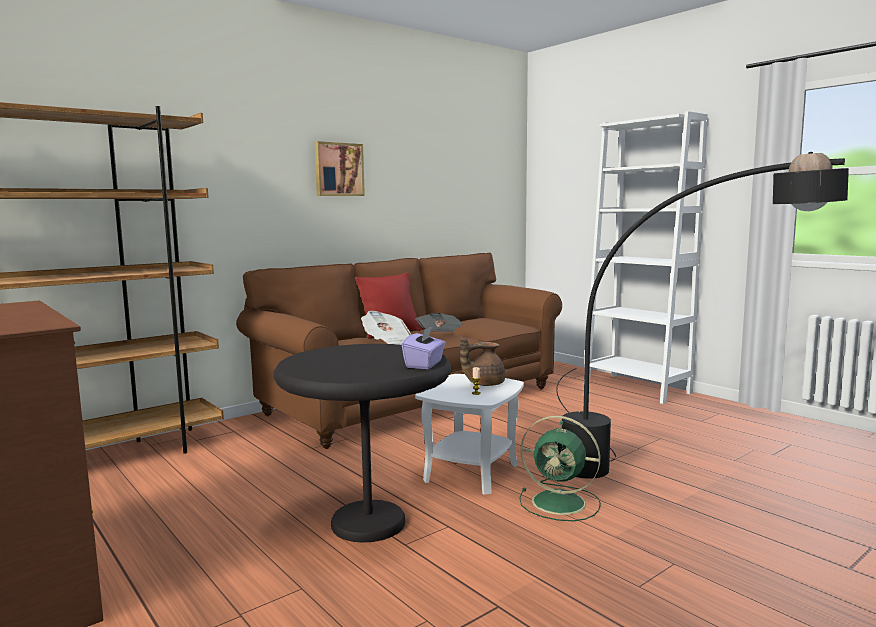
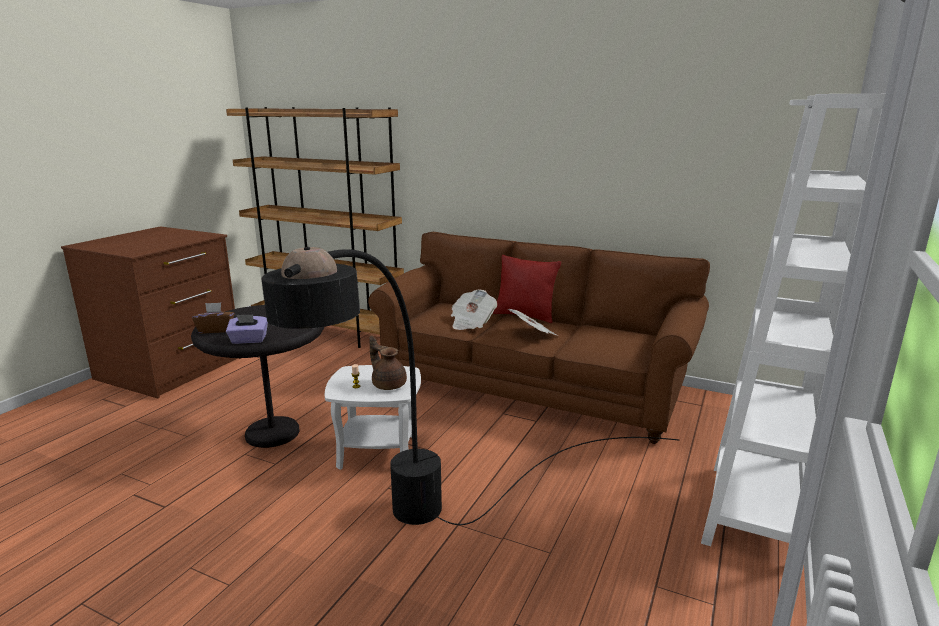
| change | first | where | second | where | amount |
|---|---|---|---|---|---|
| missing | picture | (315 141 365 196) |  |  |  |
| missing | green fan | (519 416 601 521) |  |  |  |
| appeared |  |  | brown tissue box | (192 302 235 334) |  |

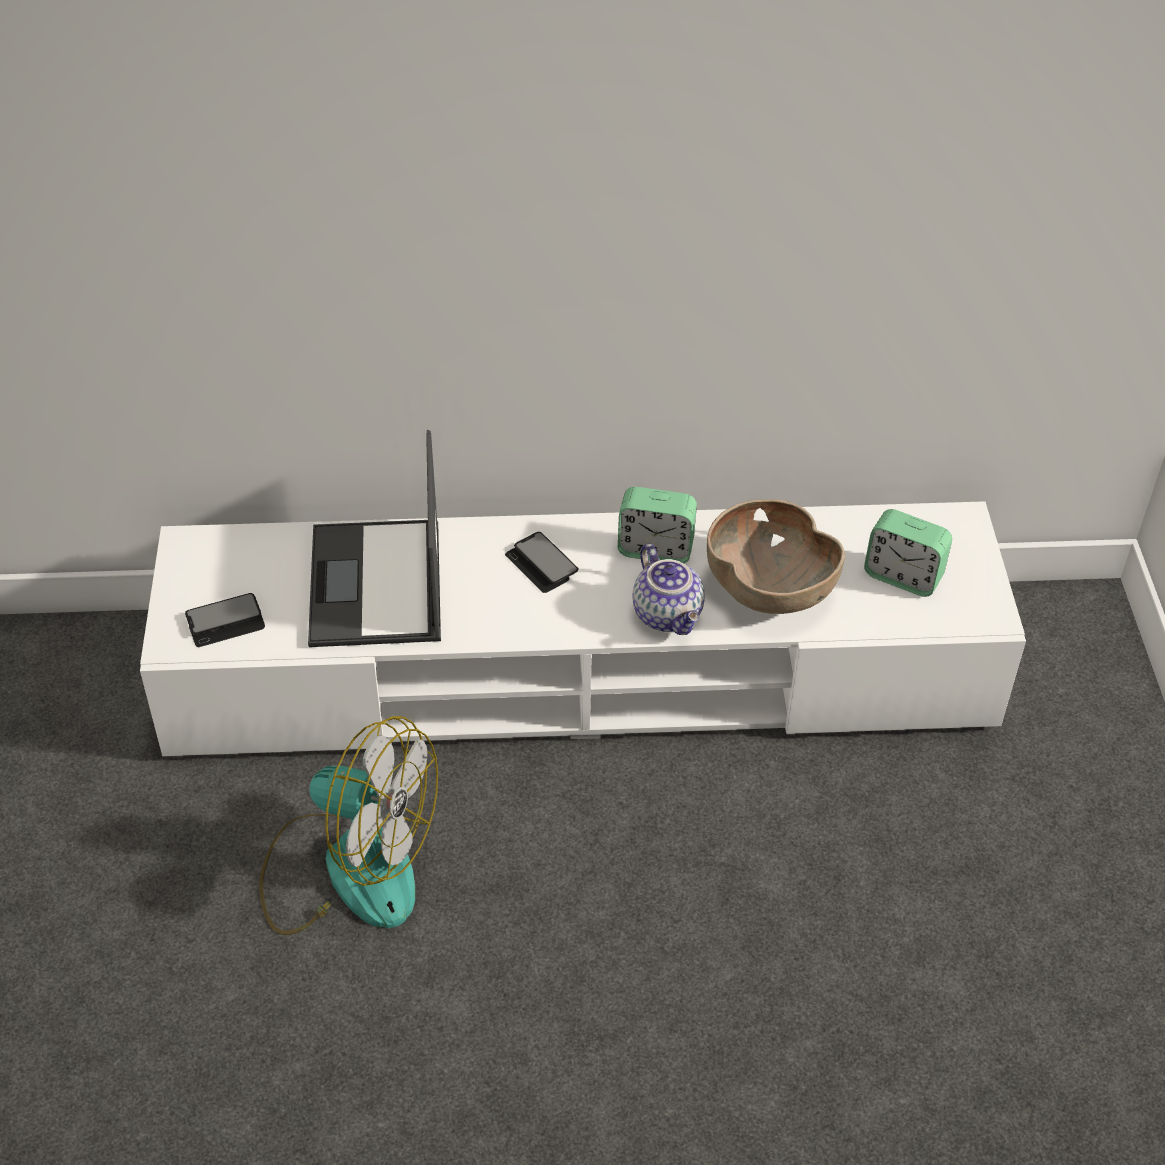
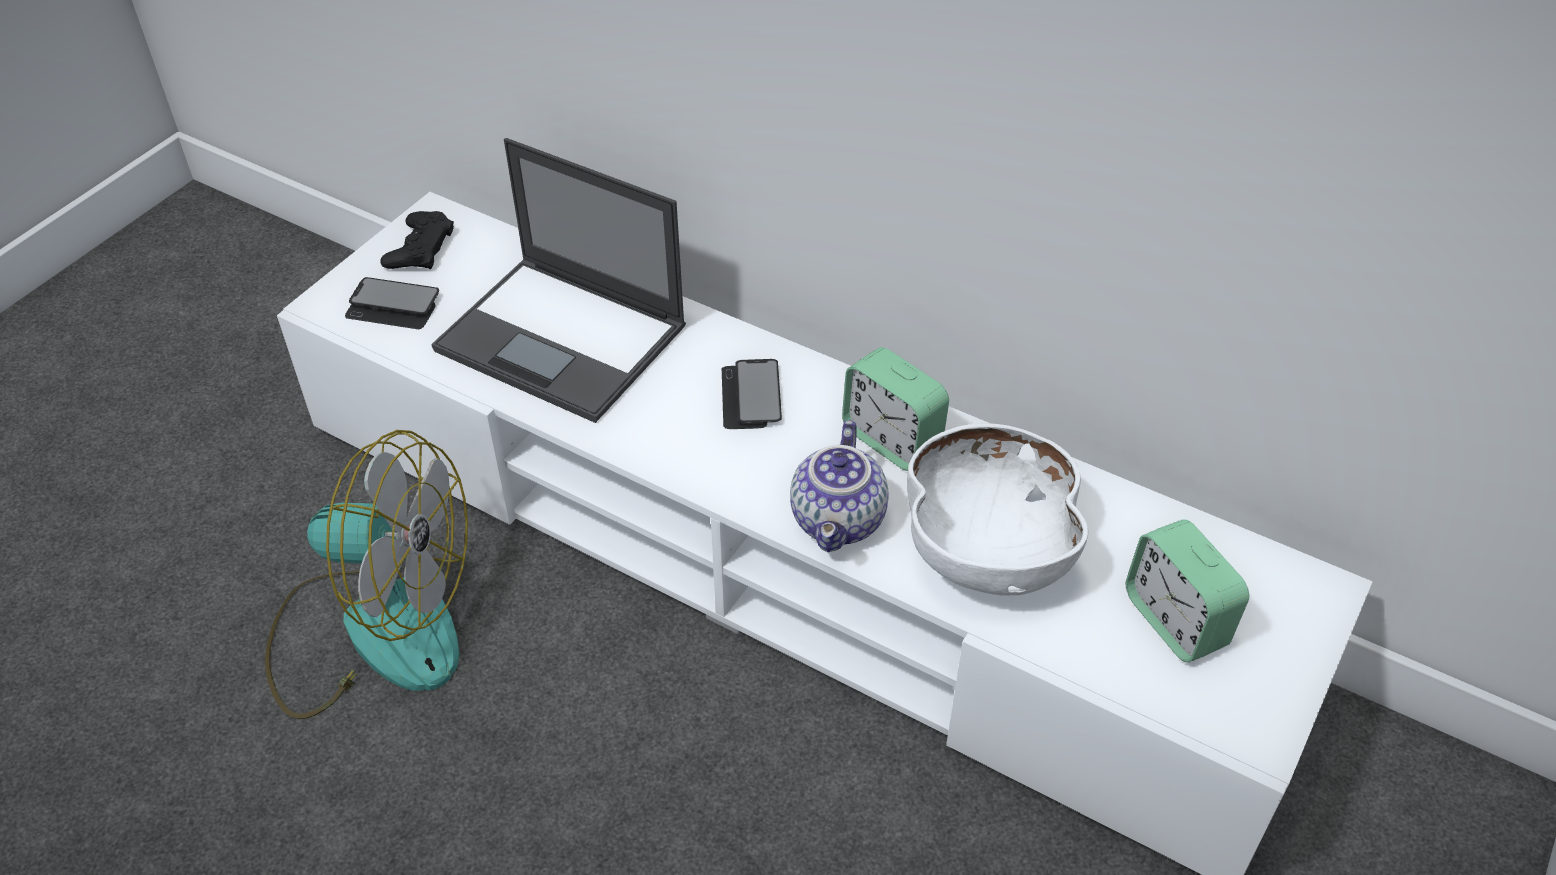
| change | first | where | second | where | amount |
|---|---|---|---|---|---|
| spun | laptop | (308 430 441 647) |  | (431 138 686 423) | 90 degrees counterclockwise |
| colour | brown bowl | (707 499 845 614) | white bowl | (907 423 1088 596) |  |
| spun | fan | (259 716 438 935) |  | (265 430 468 719) | 45 degrees counterclockwise |
| appeared |  |  | black game controller | (380 211 454 269) |  |

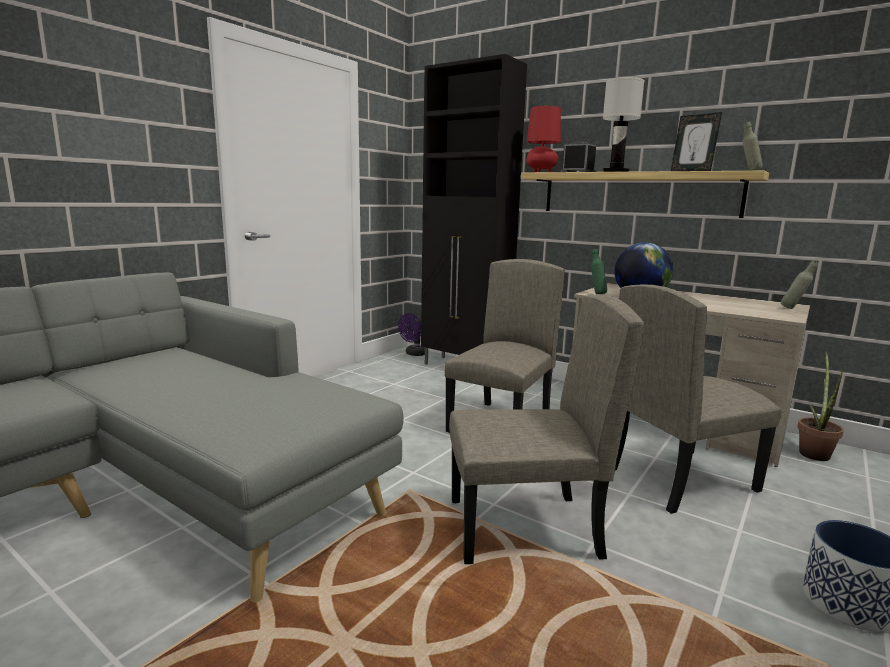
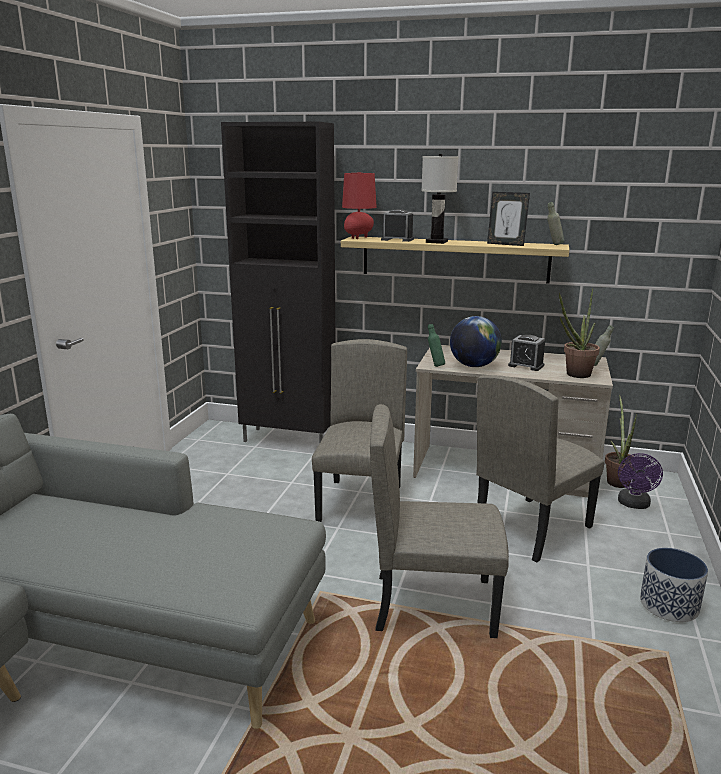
| change | first | where | second | where | amount |
|---|---|---|---|---|---|
| spun | beige chair | (449 294 644 564) |  | (370 404 509 638) | 150 degrees counterclockwise |
| relocated | purple fan | (398 313 425 356) |  | (618 453 663 509) |  |
| appeared |  |  | potted plant | (559 288 600 378) |  |
| appeared |  |  | alarm clock | (508 335 545 371) |  |

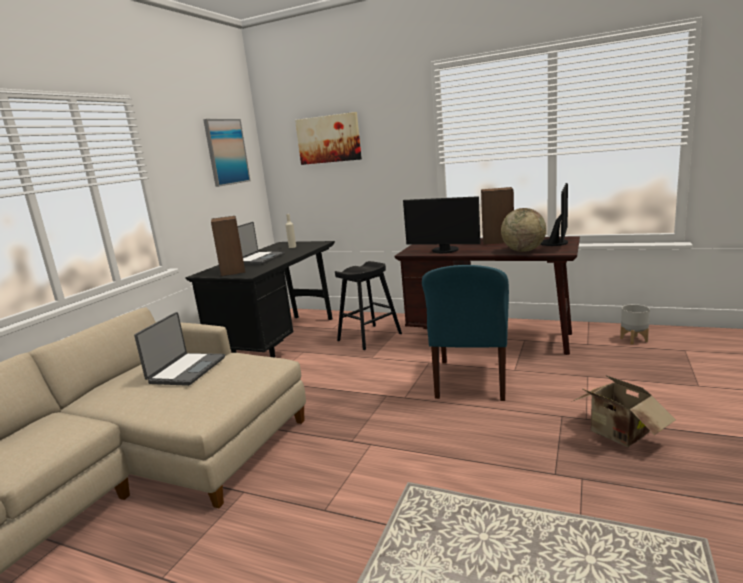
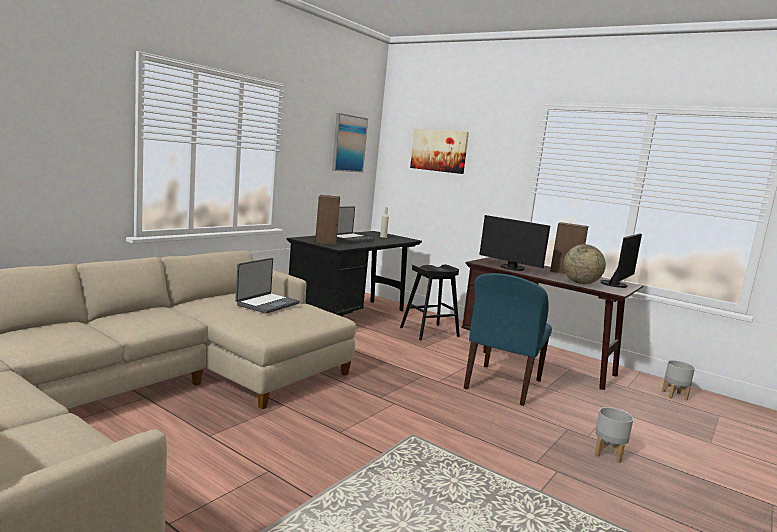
| change | first | where | second | where | amount |
|---|---|---|---|---|---|
| exchanged | cardboard box | (573 375 676 447) | grey planter | (595 407 633 463) |  |

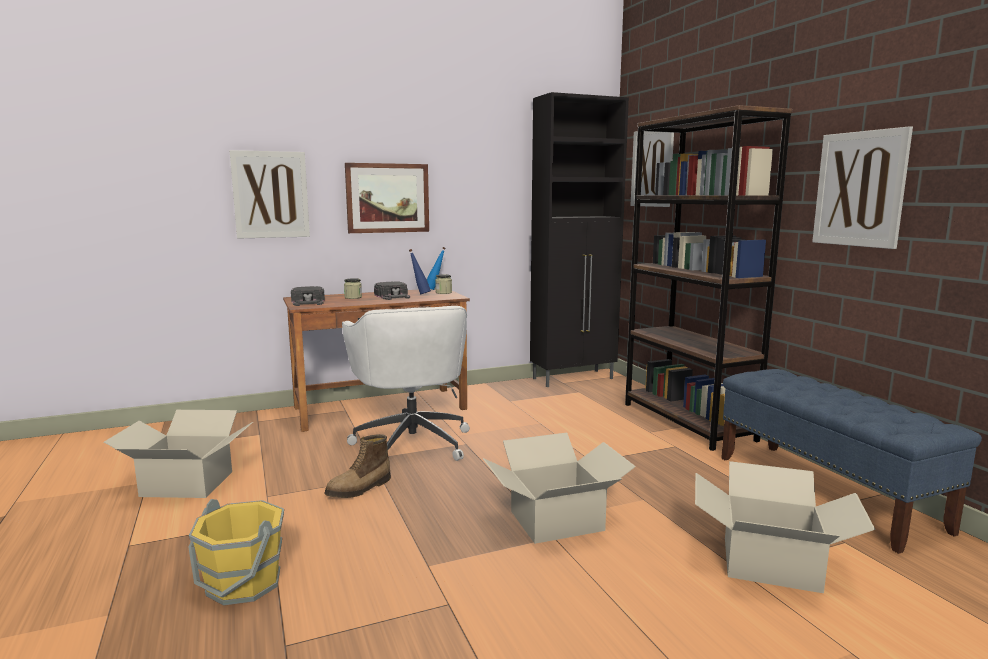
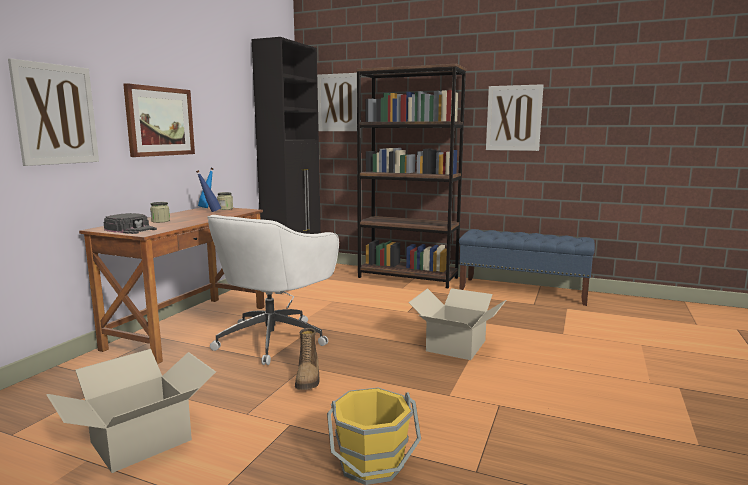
| change | first | where | second | where | amount |
|---|---|---|---|---|---|
| missing | black cap | (374 281 410 300) |  |  |  |
| spun | white office chair | (342 306 470 461) |  | (207 215 339 365) | 90 degrees clockwise |
| missing | cardboard box | (695 461 876 593) |  |  |  |

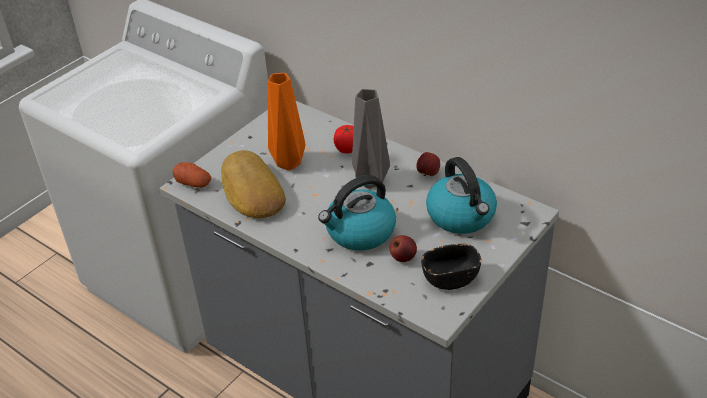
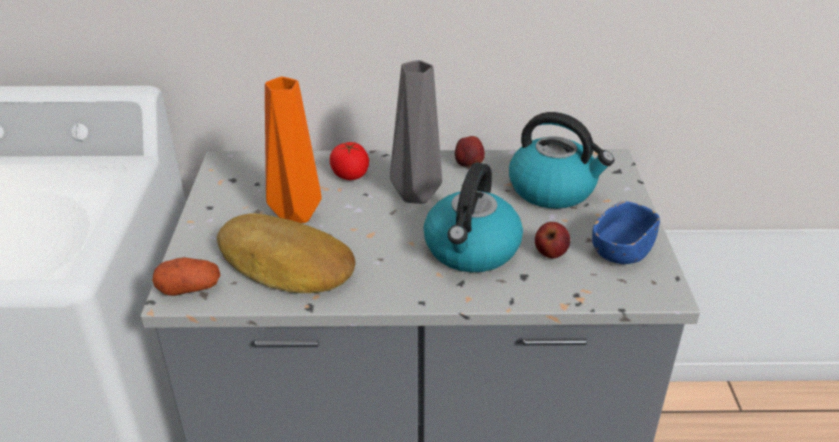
| change | first | where | second | where | amount |
|---|---|---|---|---|---|
| colour | black bowl | (421 244 481 290) | blue bowl | (592 201 660 264) |  |

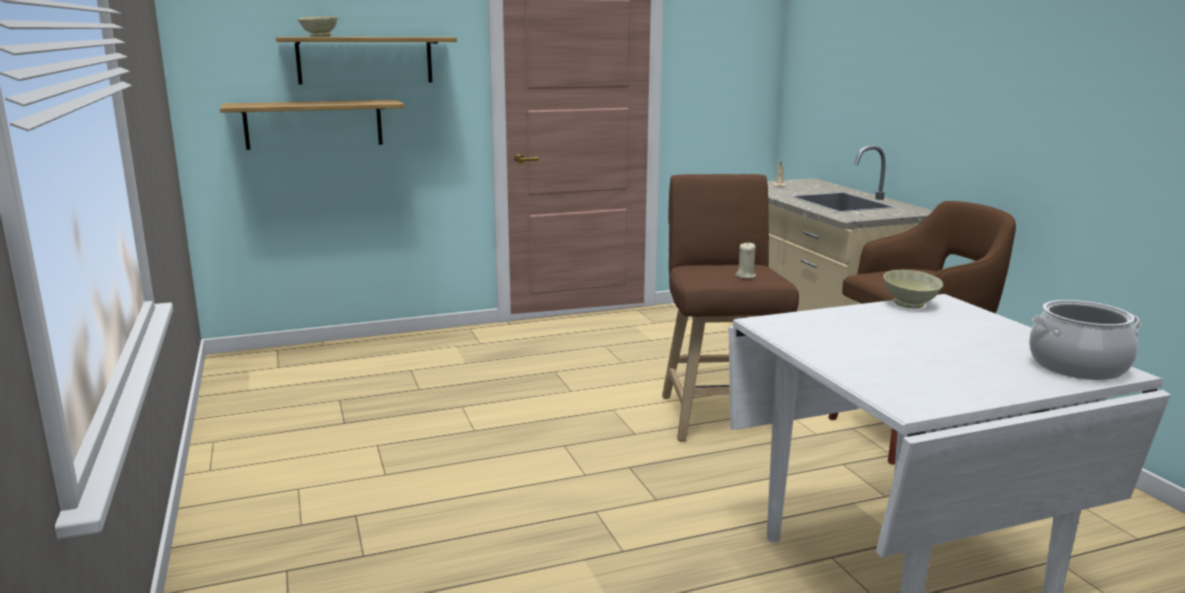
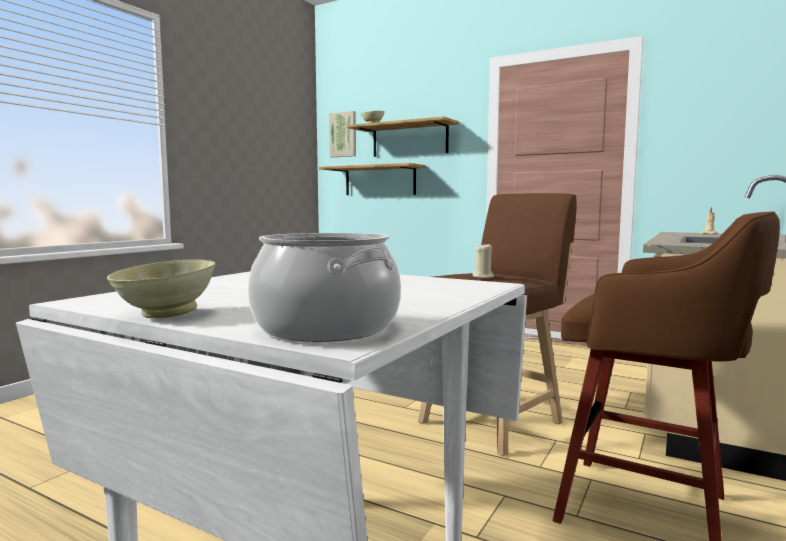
| change | first | where | second | where | amount |
|---|---|---|---|---|---|
| relocated | beige bowl | (884 270 943 308) |  | (107 259 215 318) |  |
| appeared |  |  | picture | (329 111 356 157) |  |

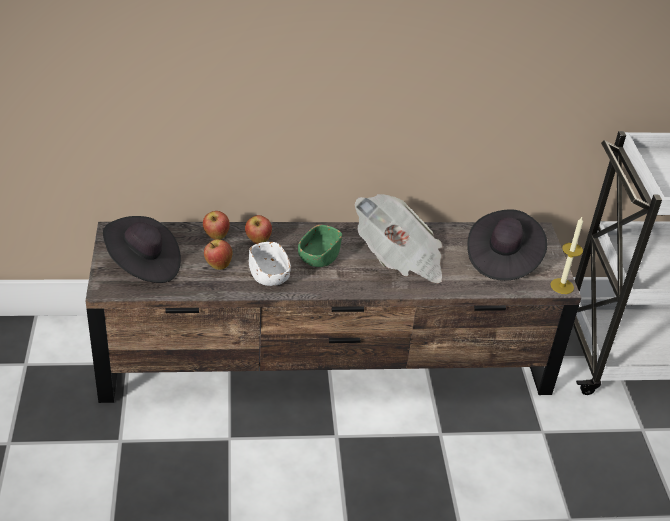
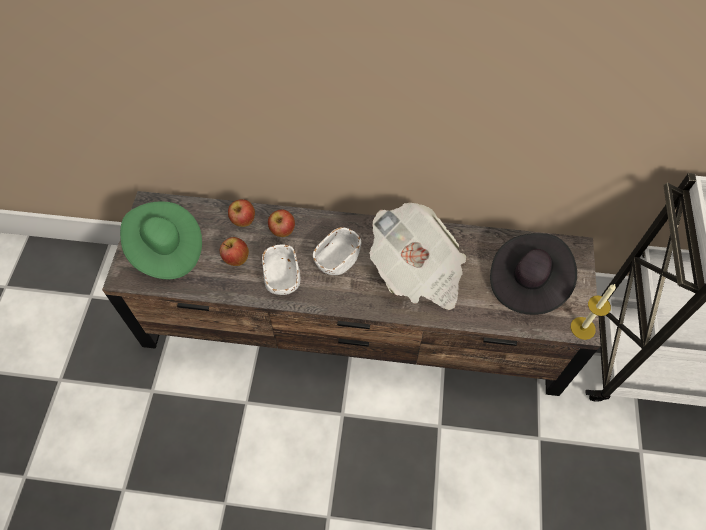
| change | first | where | second | where | amount |
|---|---|---|---|---|---|
| colour | black hat | (103 216 181 283) | green hat | (120 201 202 279) |  |
| colour | green bowl | (298 225 342 267) | white bowl | (313 227 361 275) |  |

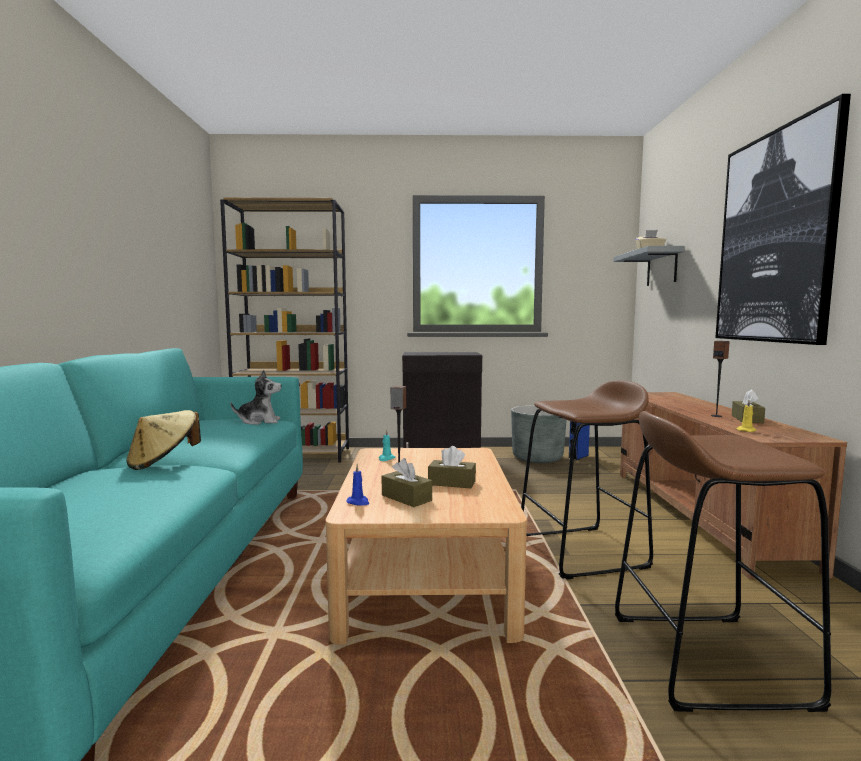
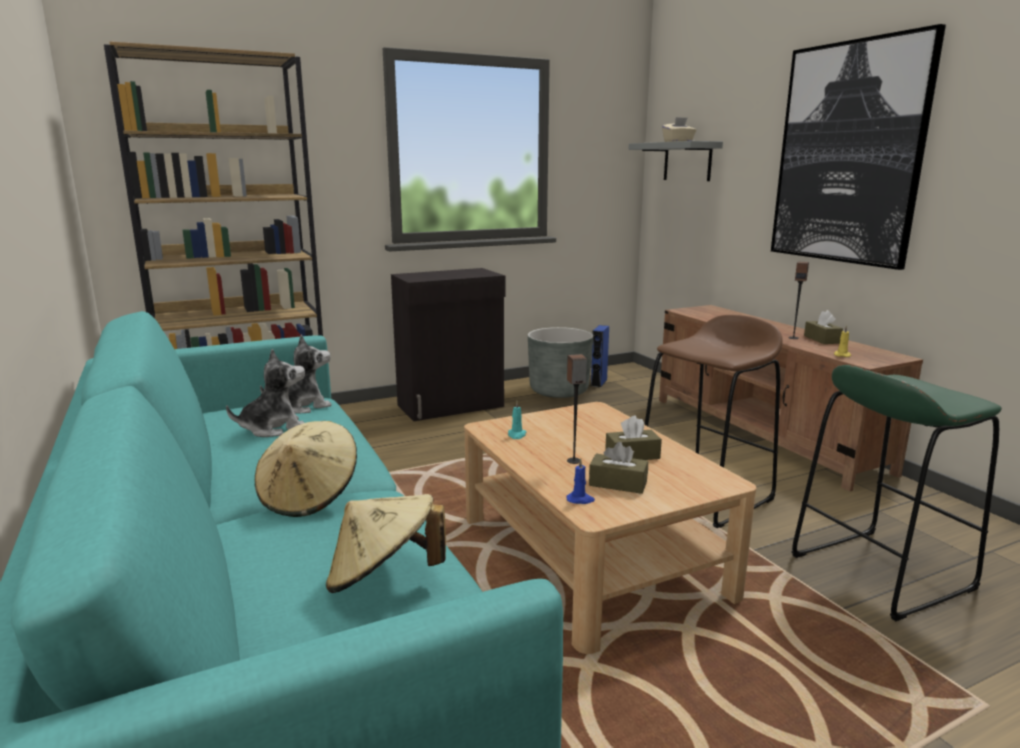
| change | first | where | second | where | amount |
|---|---|---|---|---|---|
| colour | brown stool | (615 411 831 712) | green stool | (791 365 1002 621) |  |
| appeared |  |  | plush toy | (226 349 305 437) |  |
| appeared |  |  | beige hat | (326 494 446 593) |  |

